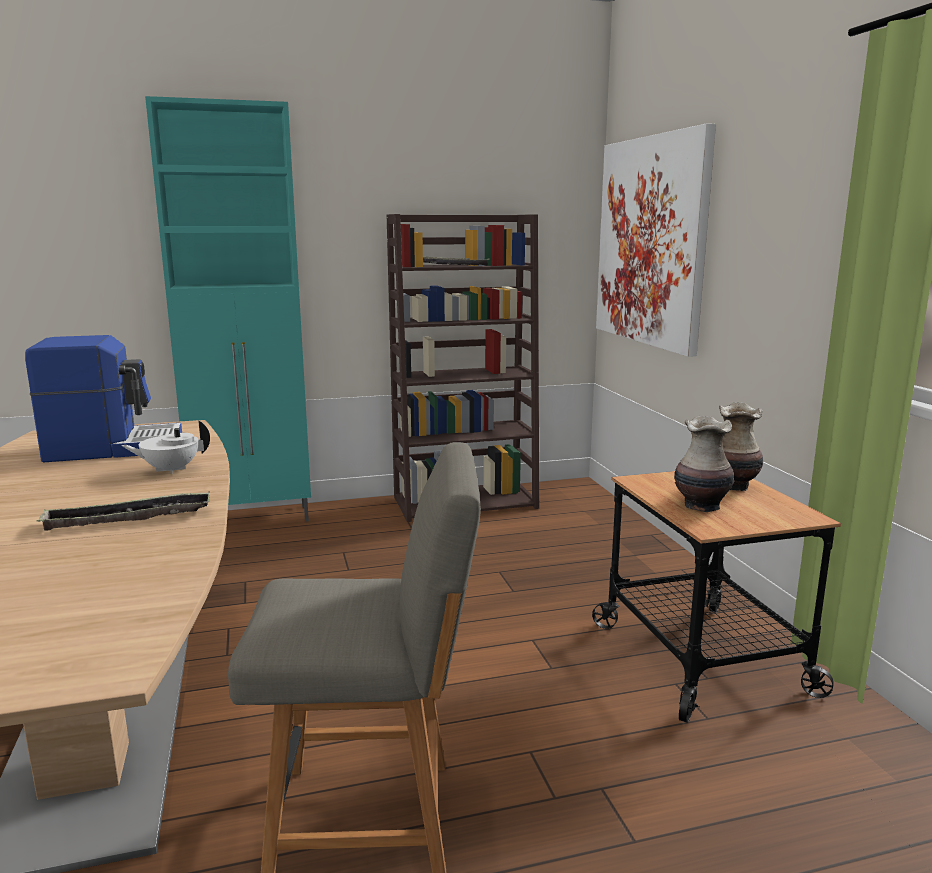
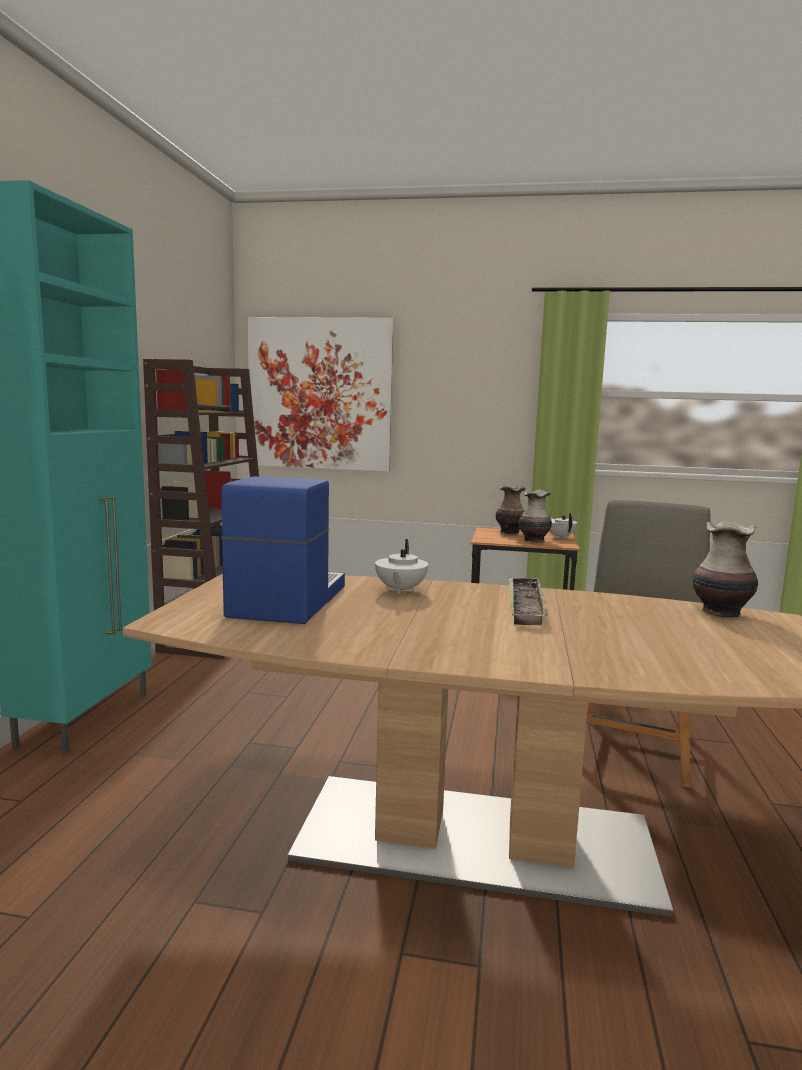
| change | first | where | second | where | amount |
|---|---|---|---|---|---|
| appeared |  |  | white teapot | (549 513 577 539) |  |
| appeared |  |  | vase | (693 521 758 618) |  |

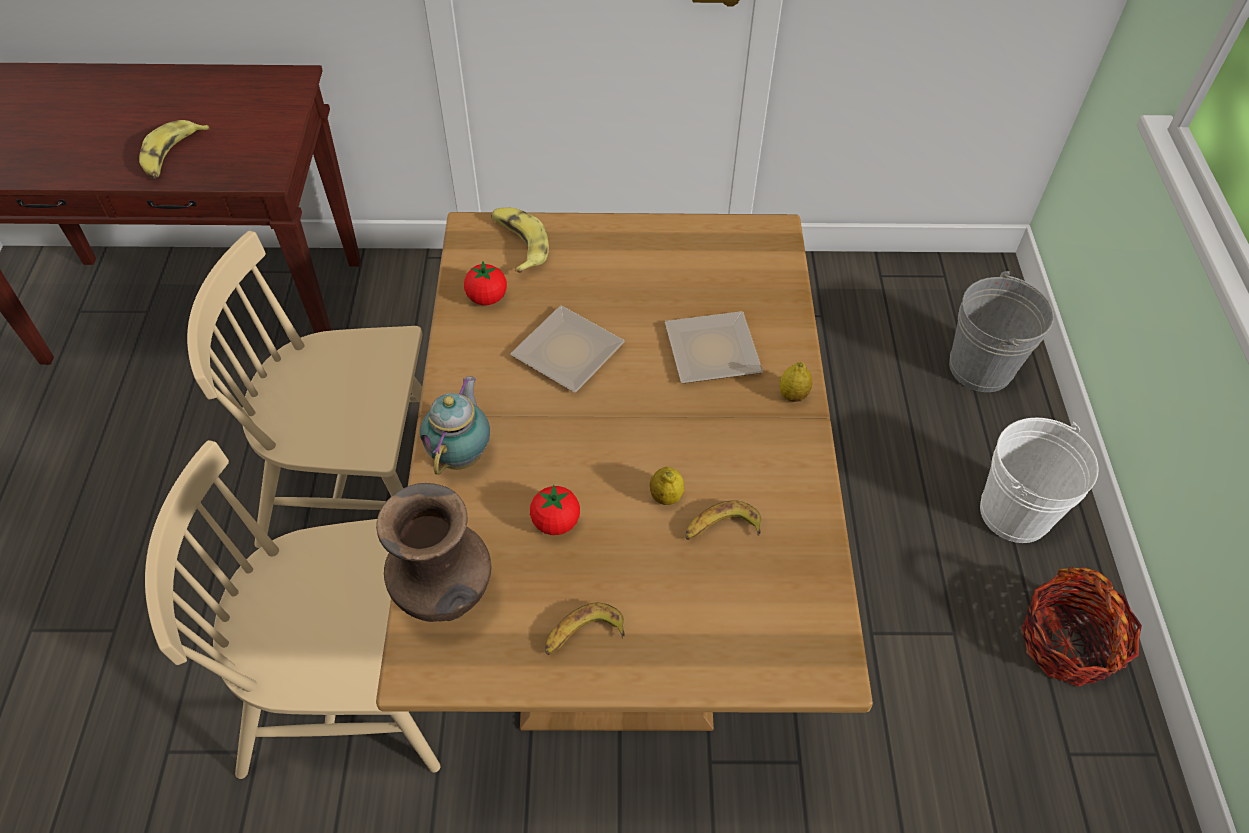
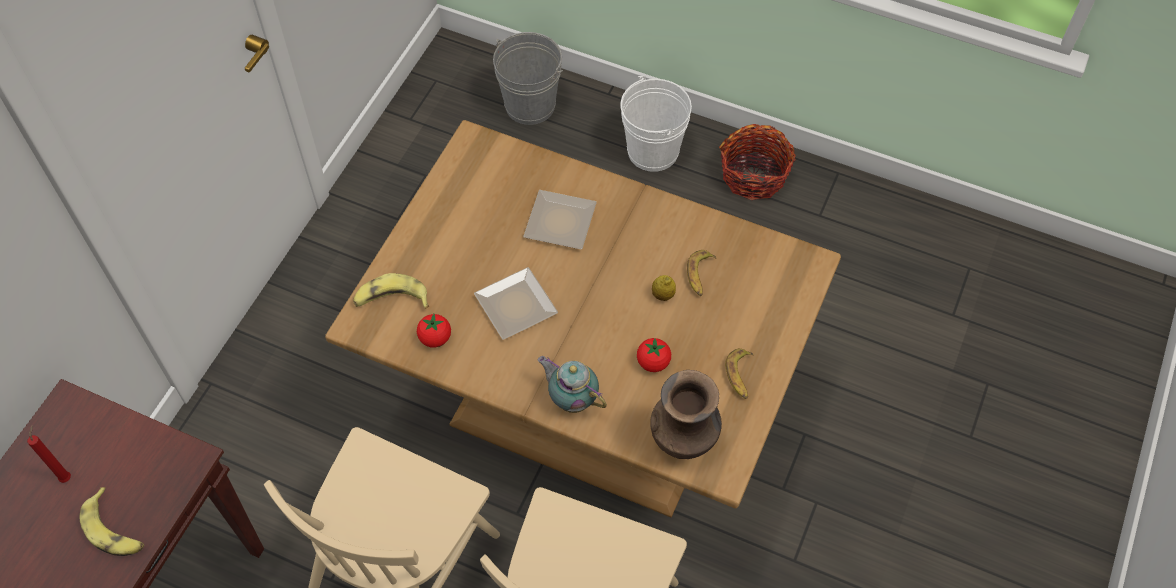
| change | first | where | second | where | amount |
|---|---|---|---|---|---|
| missing | lemon | (779 362 812 402) |  |  |  |
| appeared |  |  | red candle | (27 425 71 483) |  |

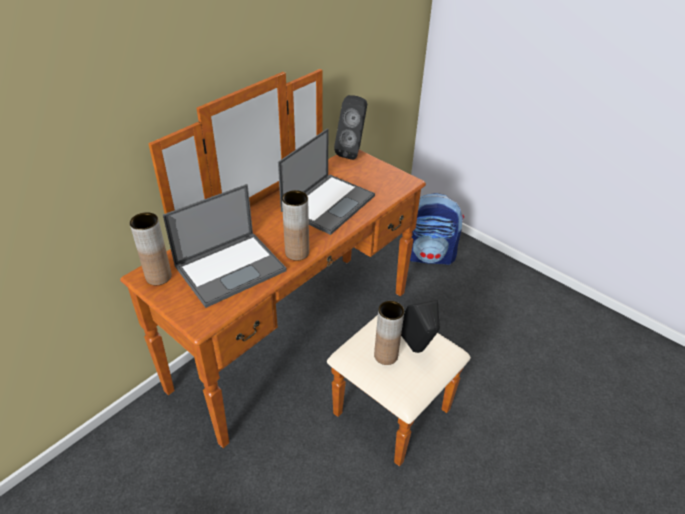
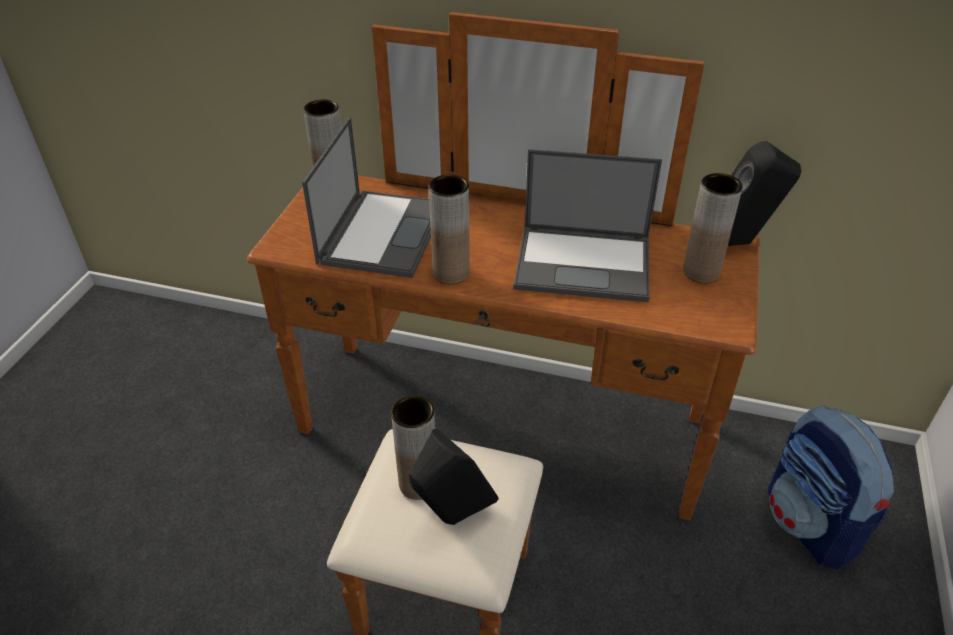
| change | first | where | second | where | amount |
|---|---|---|---|---|---|
| spun | laptop | (163 184 287 308) |  | (302 117 431 278) | 105 degrees counterclockwise |
| appeared |  |  | brown vase | (683 173 743 283) |  |

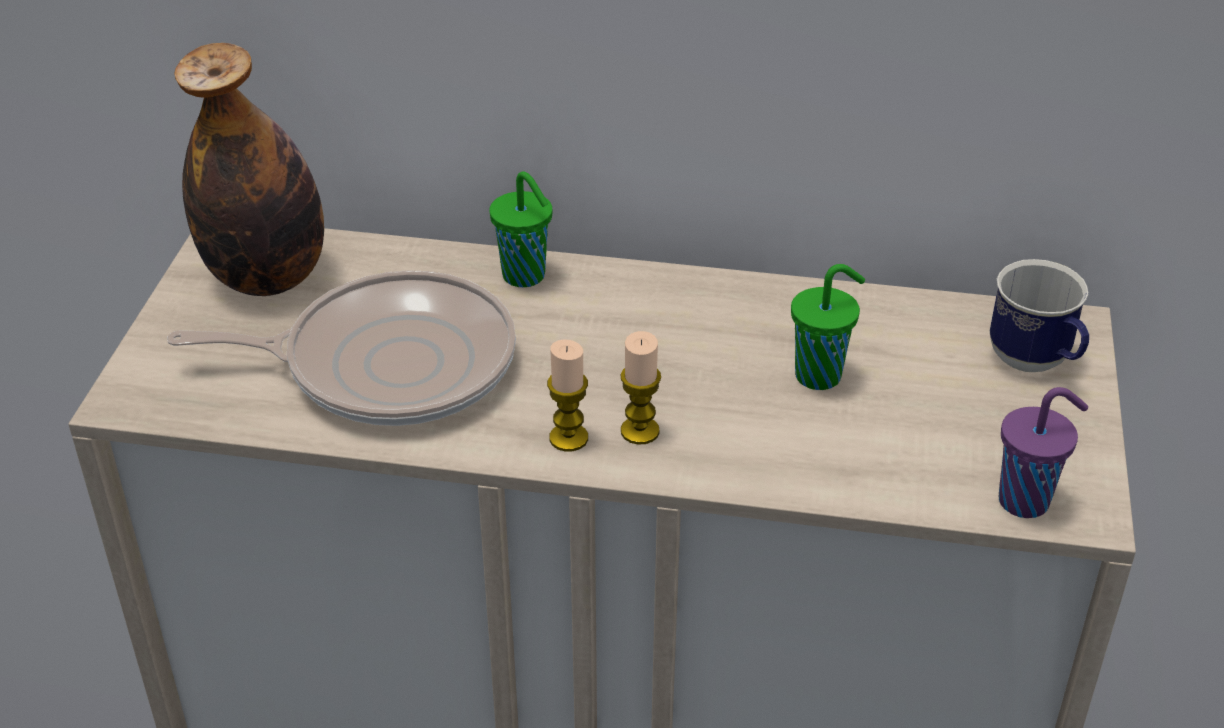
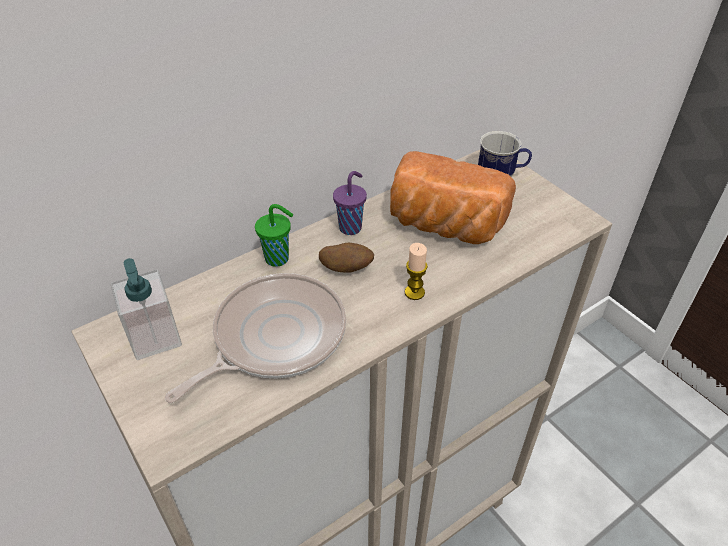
| change | first | where | second | where | amount |
|---|---|---|---|---|---|
| exchanged | bottle | (174 43 324 296) | soap dispenser | (111 258 182 360) |  |
| exchanged | green cup | (791 264 865 390) | bread | (390 151 516 244) |  |
| missing | candle | (547 339 588 452) |  |  |  |
| relocated | purple cup | (999 387 1088 518) |  | (333 171 367 235) |  |
| appeared |  |  | potato | (319 243 374 273) |  |

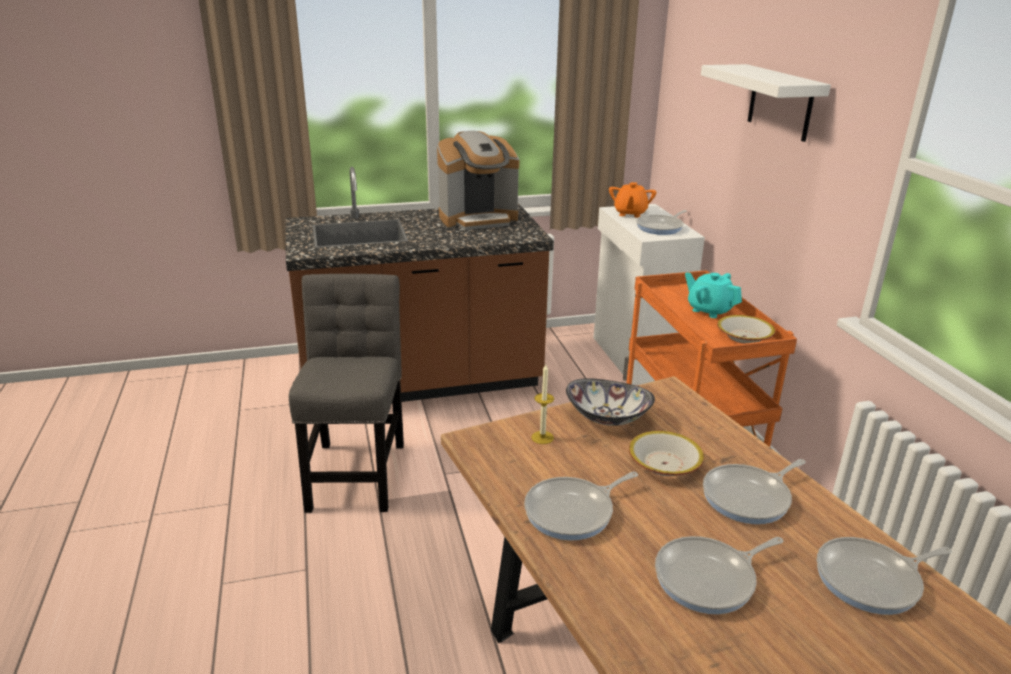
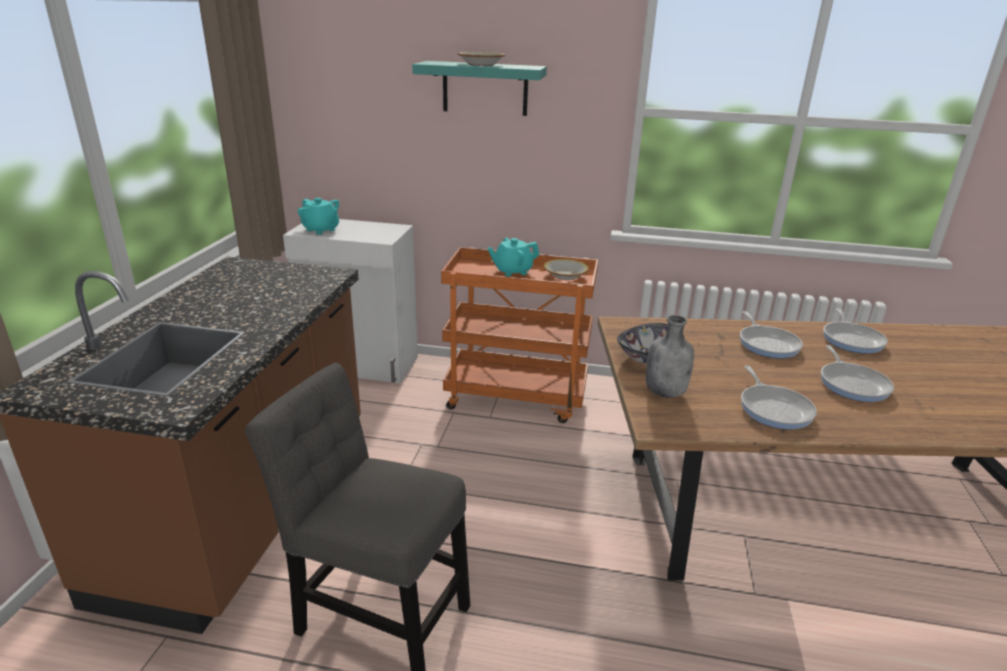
| change | first | where | second | where | amount |
|---|---|---|---|---|---|
| colour | white shelf | (701 64 831 142) | turquoise shelf | (412 61 547 116) |  |
| missing | coffee machine | (437 131 519 230) |  |  |  |
| colour | orange teapot | (609 182 656 218) | turquoise teapot | (298 198 339 235) |  |
| missing | frying pan | (636 210 687 235) |  |  |  |
| exchanged | candle | (531 364 554 444) | grey bottle | (646 315 694 398) |  |
| relocated | bowl | (629 431 704 476) |  | (458 52 505 66) |  |

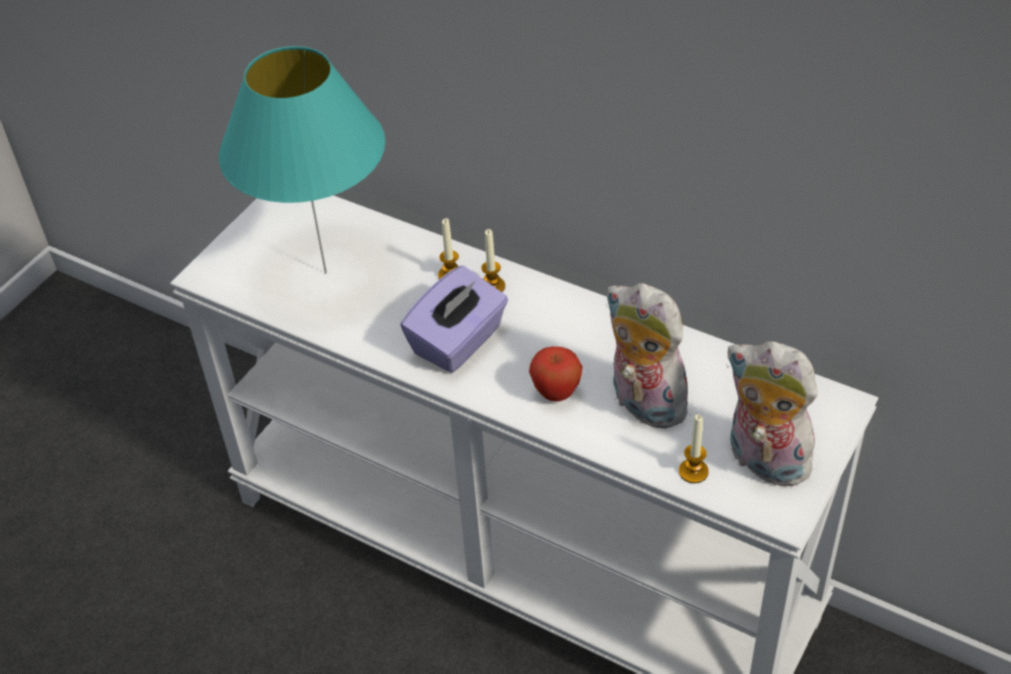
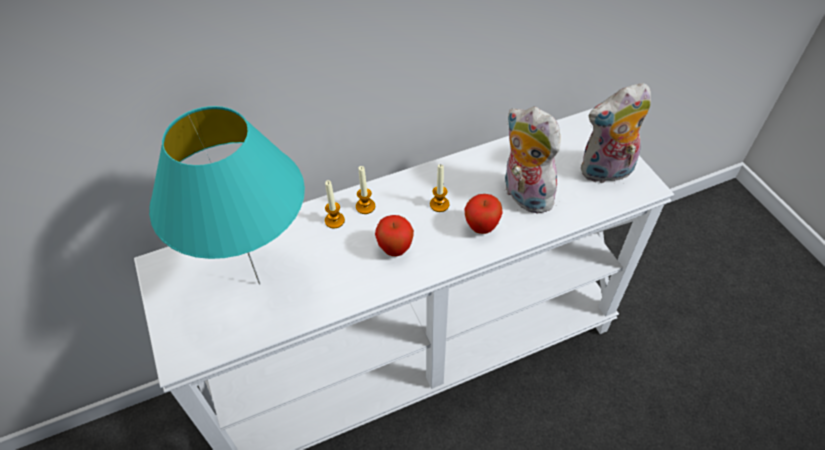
| change | first | where | second | where | amount |
|---|---|---|---|---|---|
| exchanged | purple tissue box | (400 265 508 373) | apple | (375 215 414 256) |  |
| spun | plush toy | (606 283 697 429) |  | (504 106 561 214) | 60 degrees clockwise |
| relocated | candle | (679 415 709 483) |  | (430 164 449 212) |  |

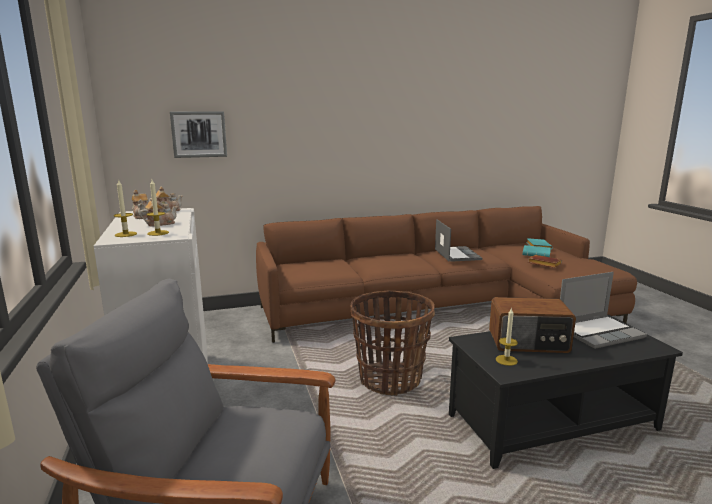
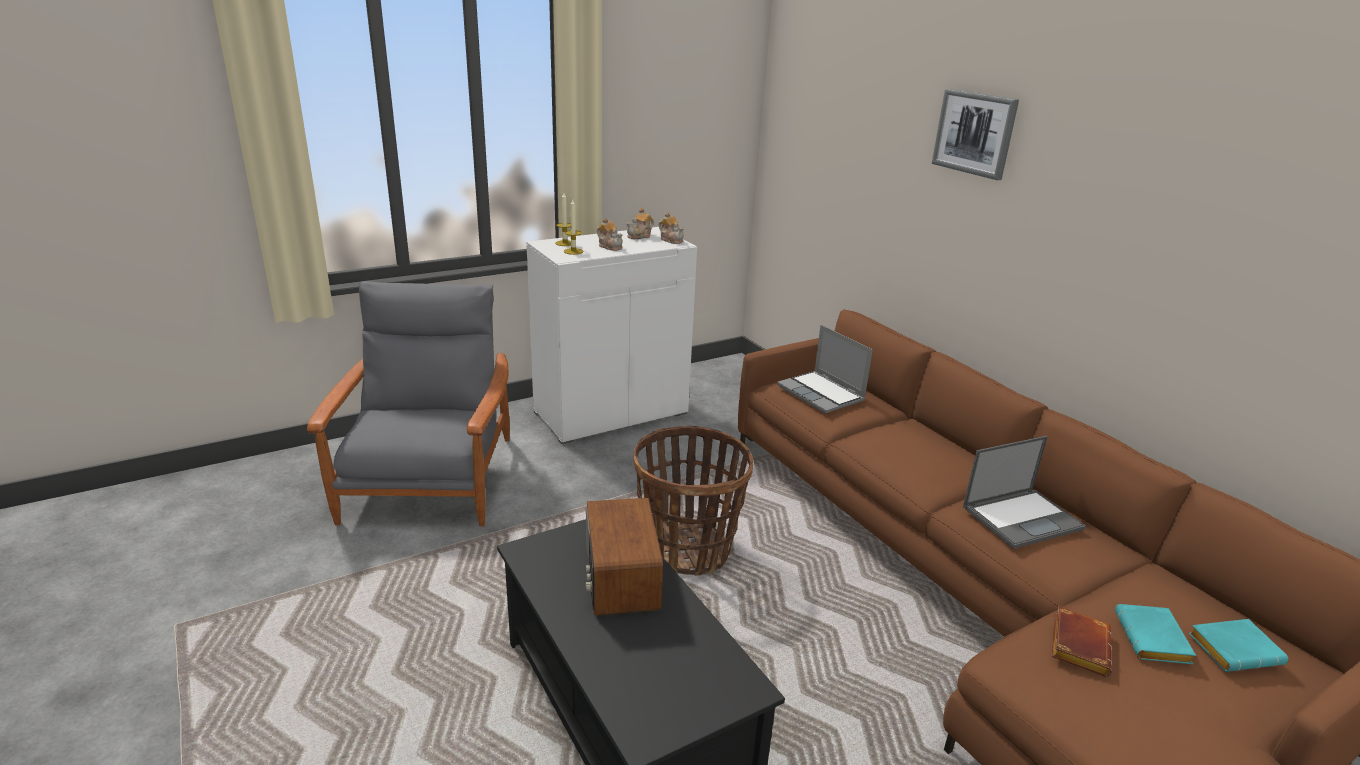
| change | first | where | second | where | amount |
|---|---|---|---|---|---|
| relocated | picture | (170 111 227 158) |  | (932 89 1019 180) |  |
| relocated | laptop | (560 272 647 349) |  | (777 325 873 413) |  |
| missing | candle | (496 307 518 366) |  |  |  |

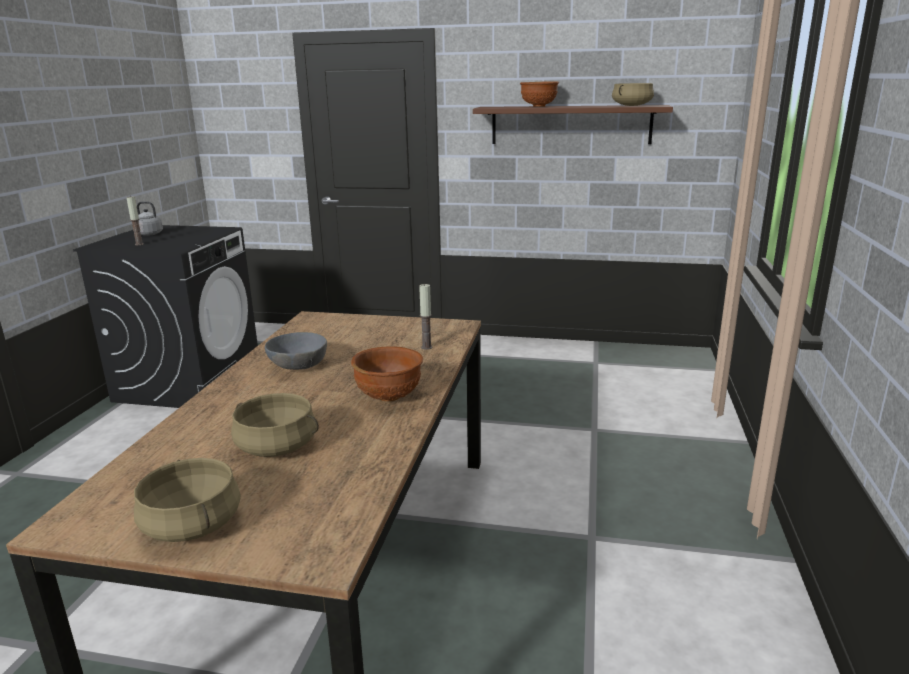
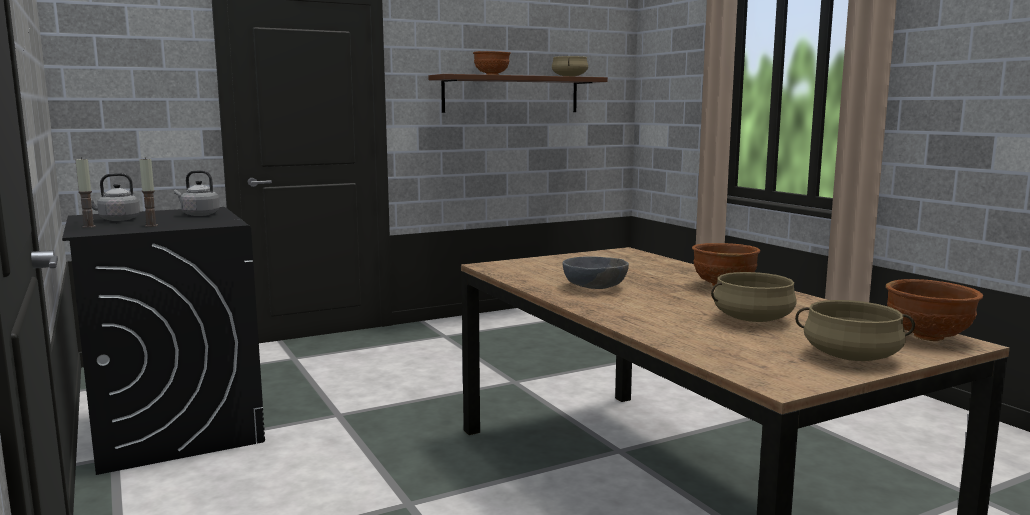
| change | first | where | second | where | amount |
|---|---|---|---|---|---|
| relocated | candle | (419 283 432 350) |  | (76 157 95 228) |  |
| appeared |  |  | grey kettle | (174 170 219 216) |  |
| appeared |  |  | brown bowl | (886 279 983 341) |  |

